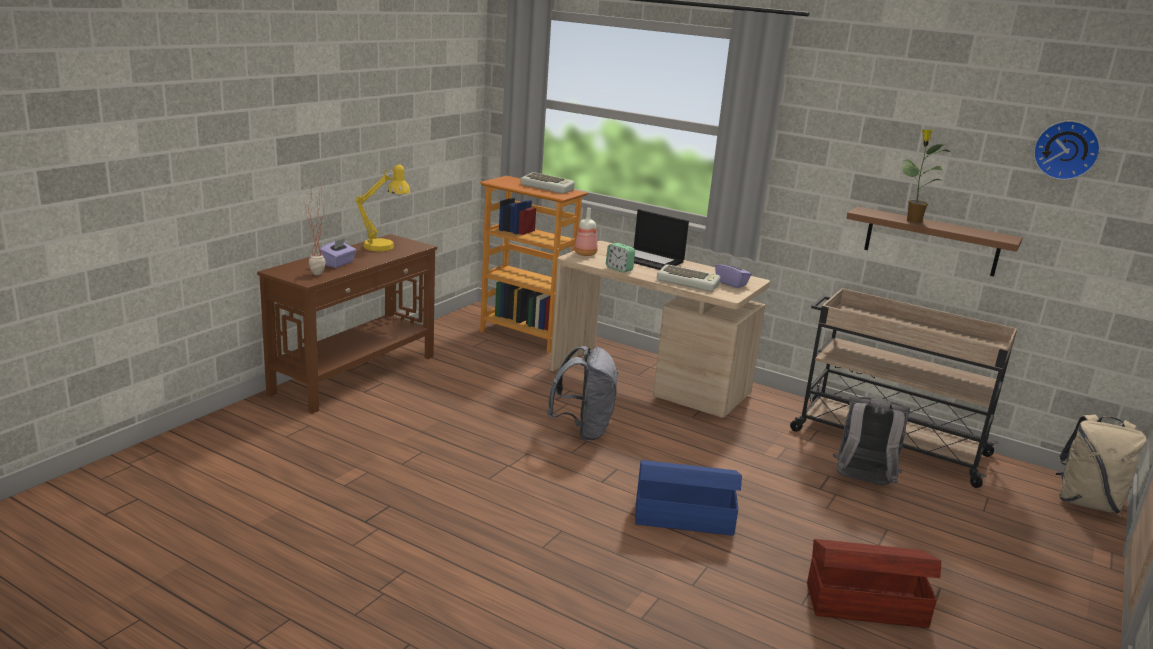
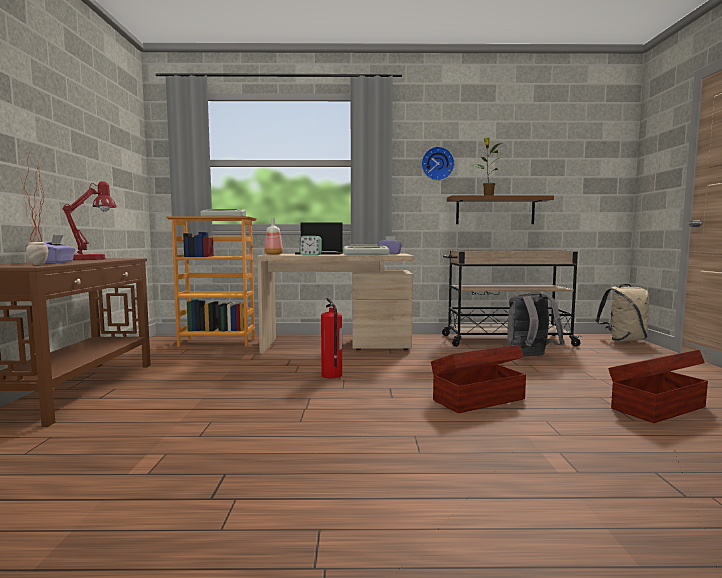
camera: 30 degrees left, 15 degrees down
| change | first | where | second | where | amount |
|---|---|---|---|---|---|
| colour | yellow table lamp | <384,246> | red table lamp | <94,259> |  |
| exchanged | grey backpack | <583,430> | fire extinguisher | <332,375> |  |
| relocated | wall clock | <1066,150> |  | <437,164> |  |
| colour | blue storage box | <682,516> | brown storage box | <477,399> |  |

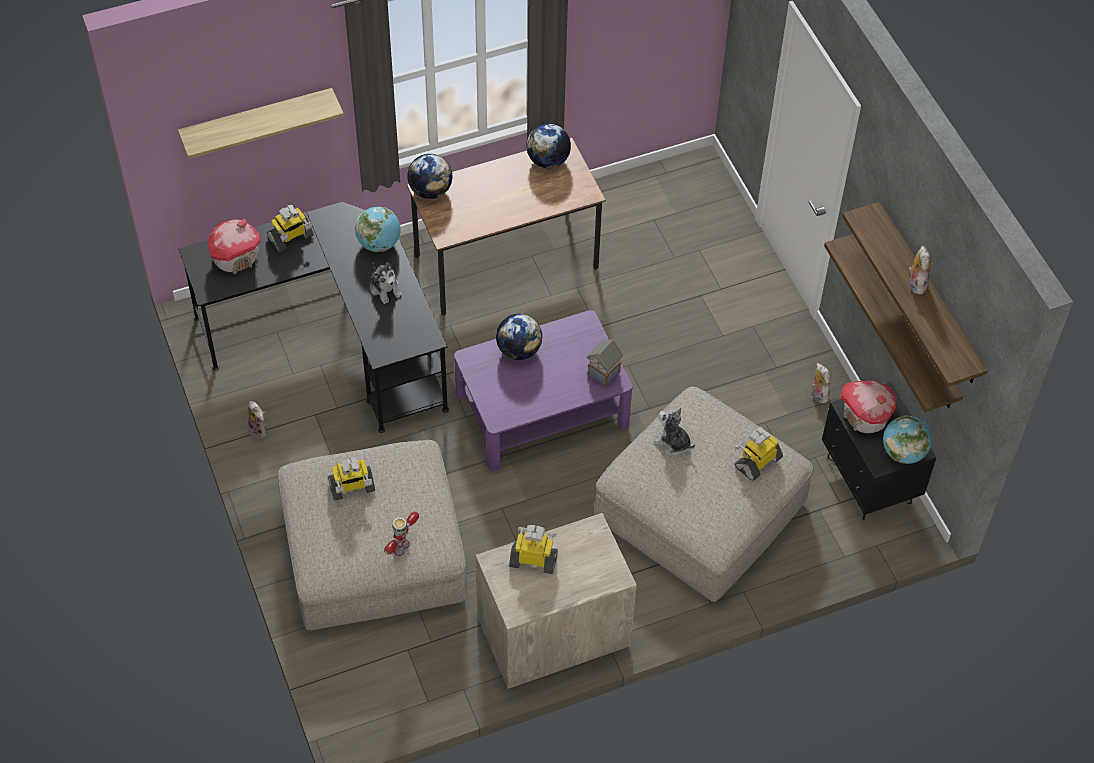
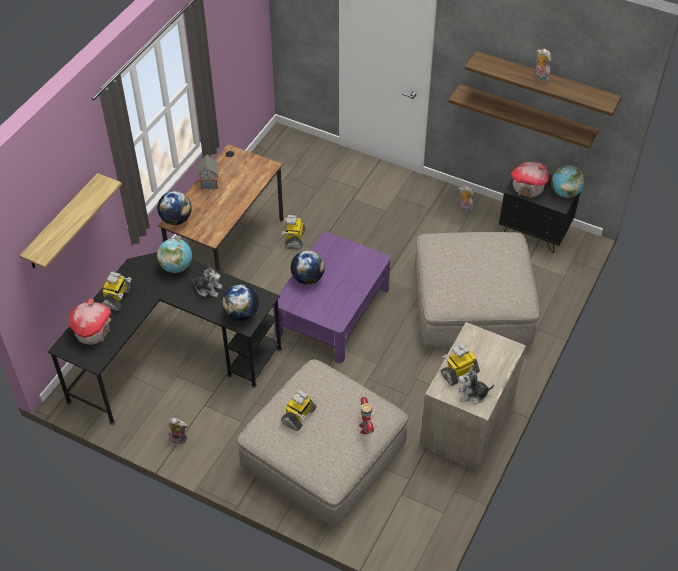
camera: 40 degrees left, 5 degrees down
| change | first | where | second | where | amount |
|---|---|---|---|---|---|
| relocated | toy house | <603,374> |  | <209,184> |  |
| relocated | globe | <548,160> |  | <241,314> |  |
| relocated | toy robot | <757,462> |  | <294,239> |  |
| relocated | plush toy | <673,443> |  | <473,394> |  |

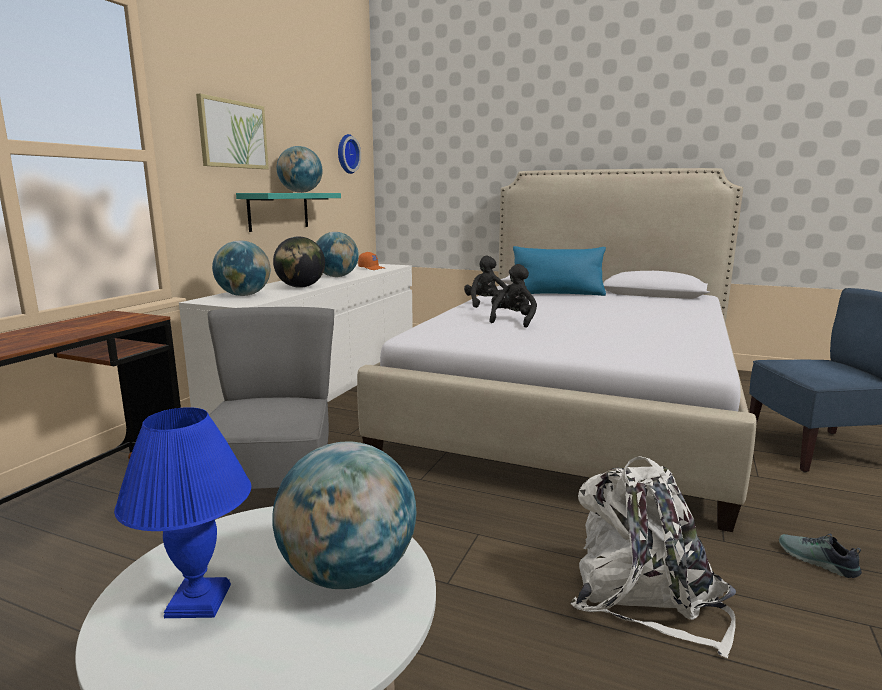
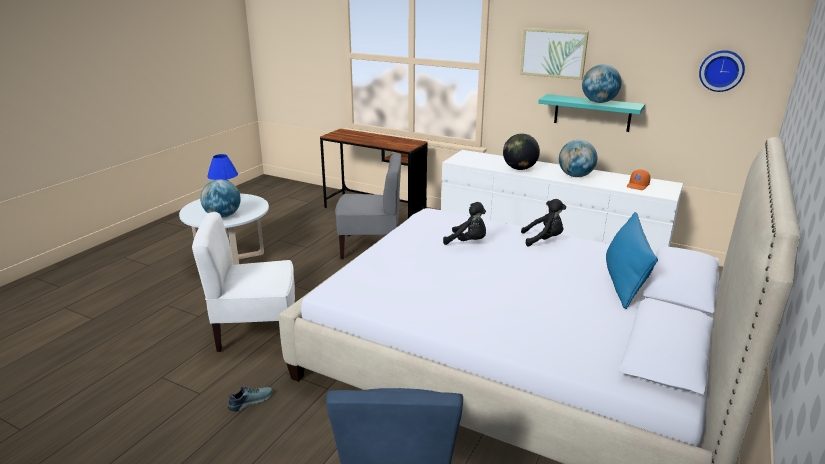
camera: 95 degrees right, 10 degrees up
| change | first | where | second | where | amount |
|---|---|---|---|---|---|
| exchanged | white backpack | <645,598> | white chair | <256,331> |  |
| missing | globe | <244,295> |  |  |  |

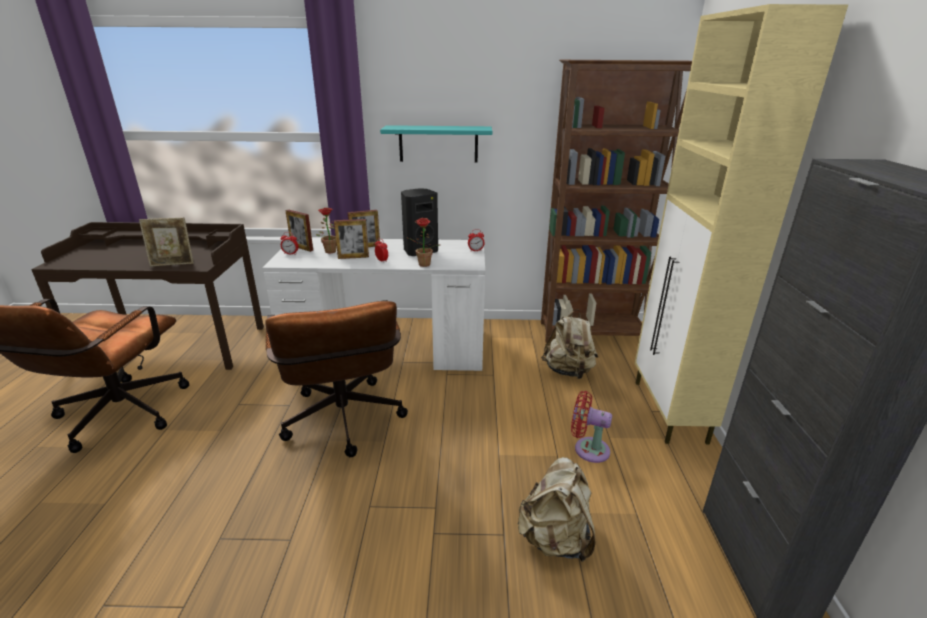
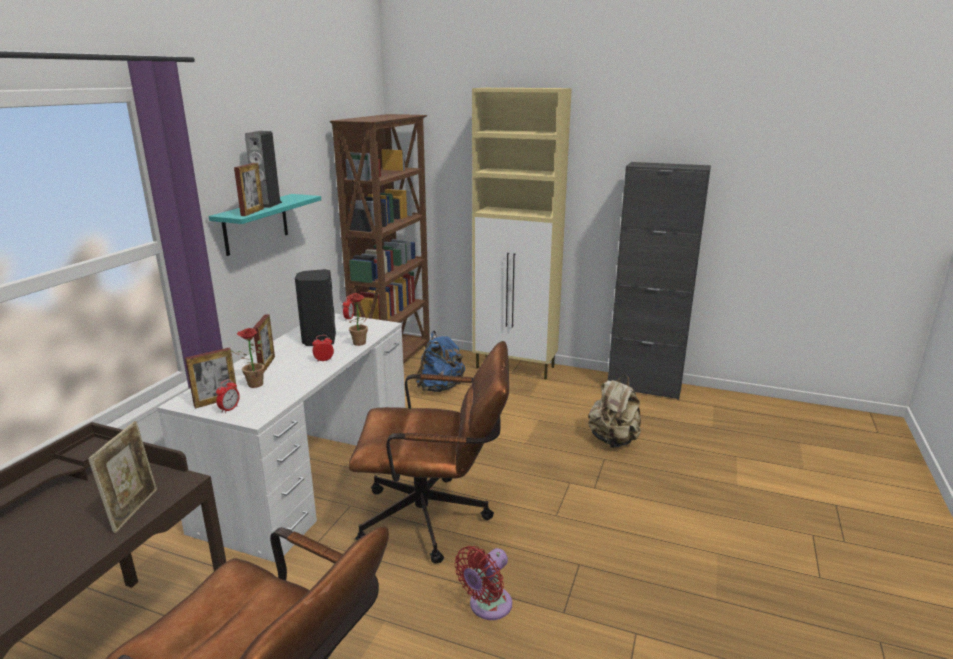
camera: 70 degrees left, 5 degrees down
| change | first | where | second | where | amount |
|---|---|---|---|---|---|
| relocated | picture frame | <353,257> |  | <252,212> |  |
| appeared |  |  | speaker | <267,204> |  |
| colour | beige backpack | <568,371> | blue backpack | <440,388> |  |
| relocated | red fan | <588,449> |  | <487,606> |  |

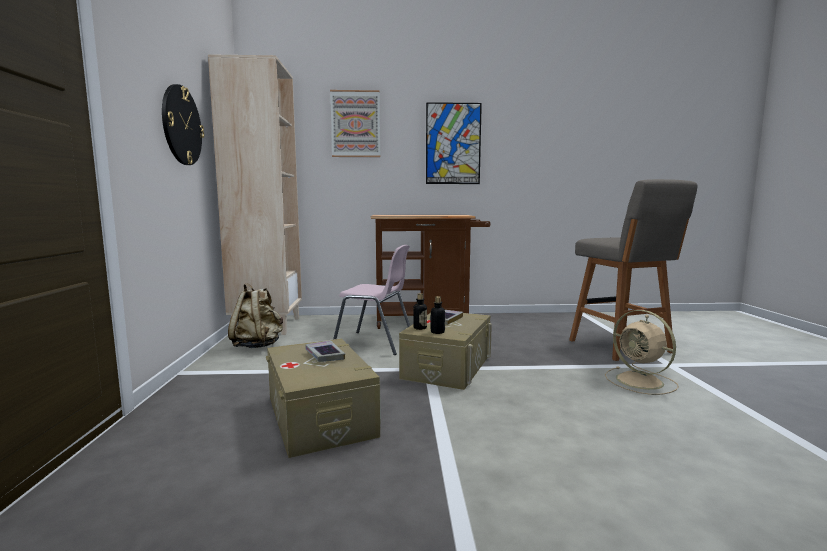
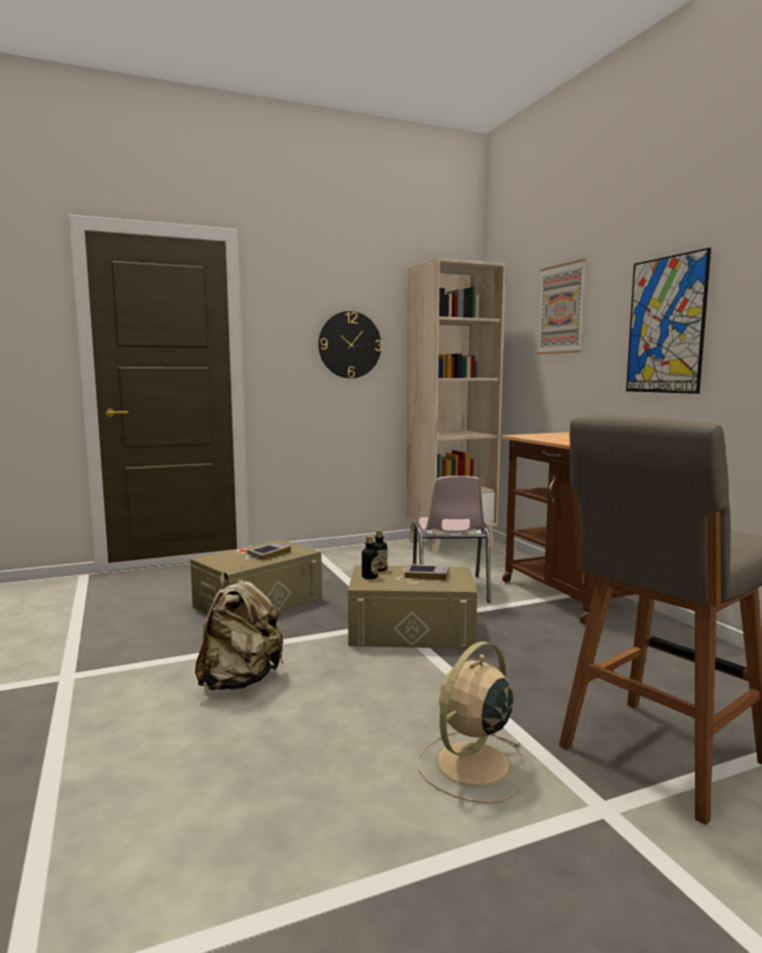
camera: 70 degrees right, 0 degrees up
| change | first | where | second | where | amount |
|---|---|---|---|---|---|
| relocated | beige backpack | <258,345> |  | <240,681> |  |

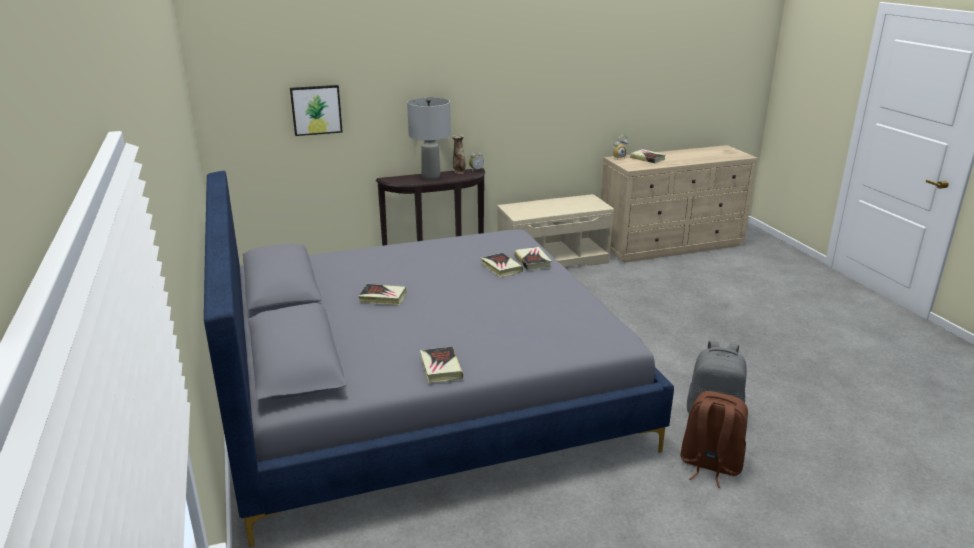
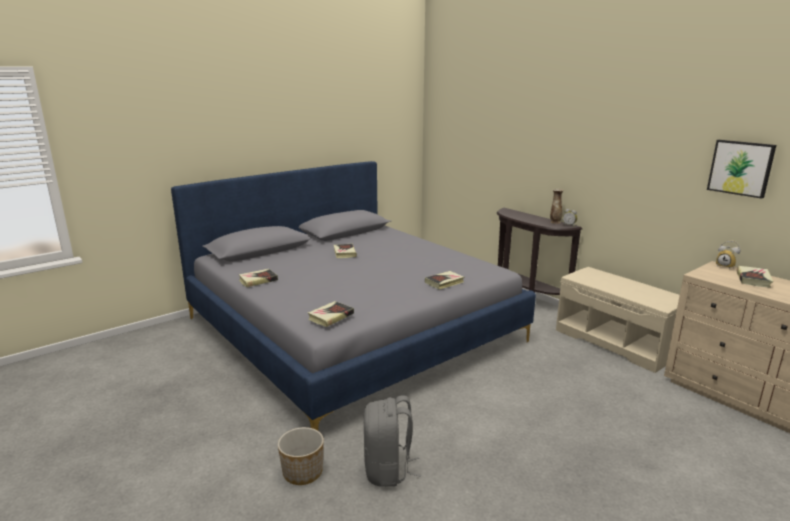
camera: 70 degrees right, 5 degrees down
| change | first | where | second | where | amount |
|---|---|---|---|---|---|
| exchanged | brown backpack | <709,465> | planter | <302,472> |  |
| relocated | book | <501,268> |  | <331,317> |  |
| relocated | picture | <316,110> |  | <741,168> |  |
| missing | grey table lamp | <431,177> |  |  |  |

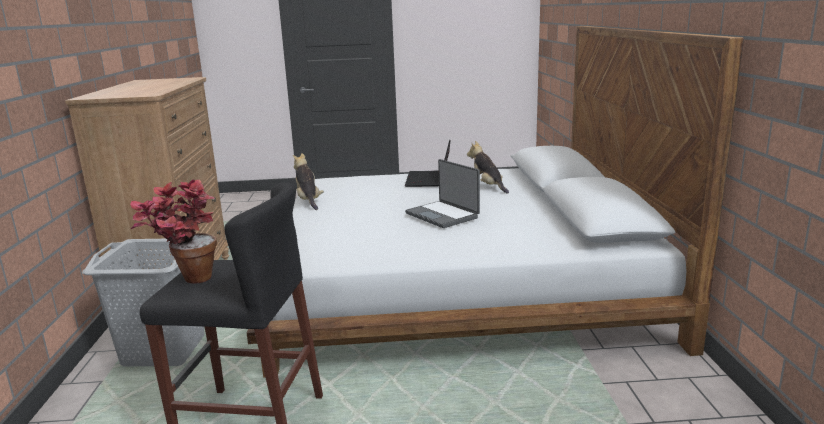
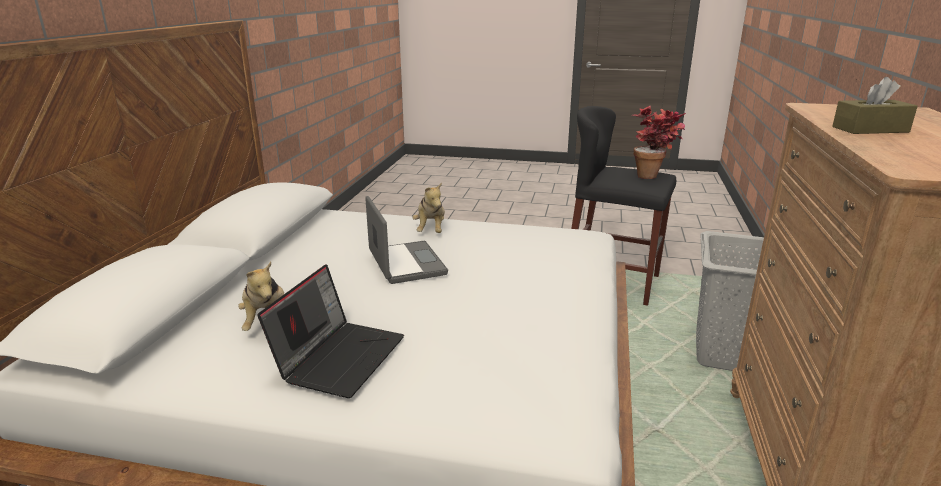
camera: 165 degrees left, 5 degrees up
| change | first | where | second | where | amount |
|---|---|---|---|---|---|
| relocated | plush toy | <308,201> |  | <431,230> |  |
| appeared |  |  | brown tissue box | <870,129> |  |

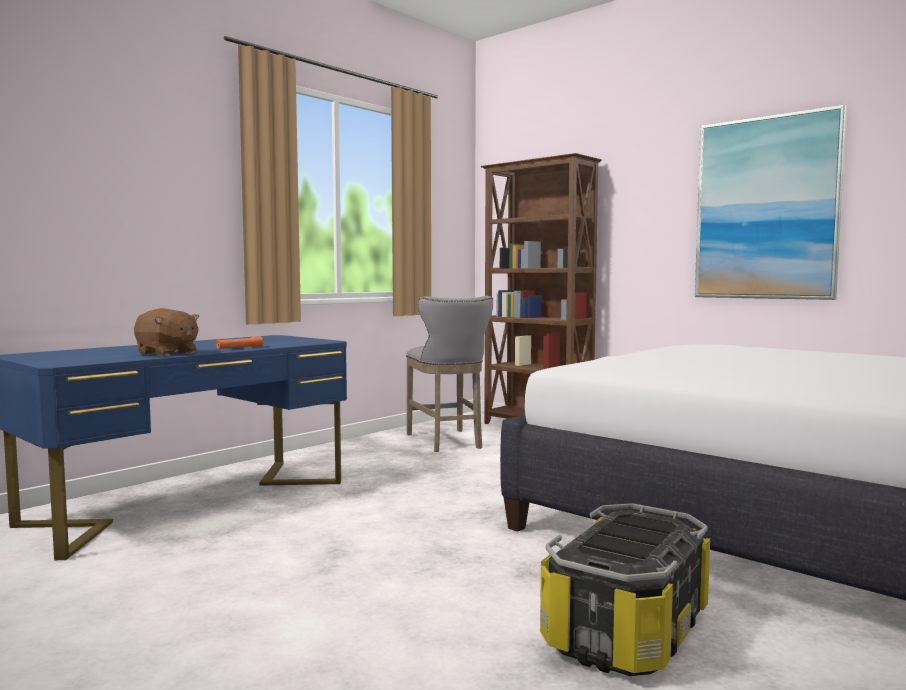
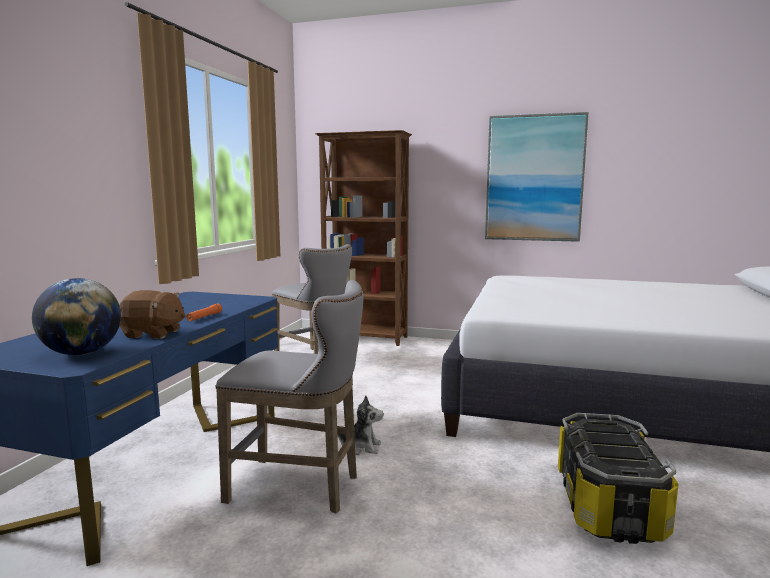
camera: 25 degrees left, 5 degrees up
| change | first | where | second | where | amount |
|---|---|---|---|---|---|
| appeared |  |  | globe | <82,353> |  |
| appeared |  |  | grey stool | <301,488> |  |
| appeared |  |  | plush toy | <360,447> |  |

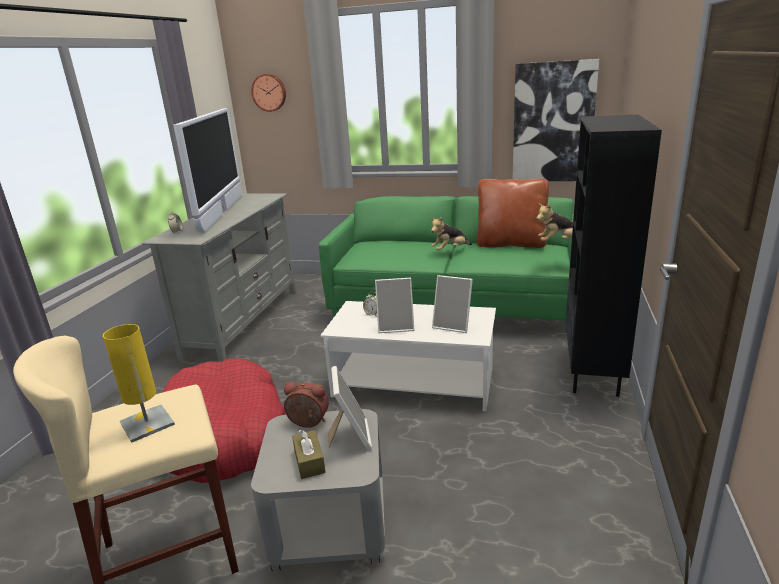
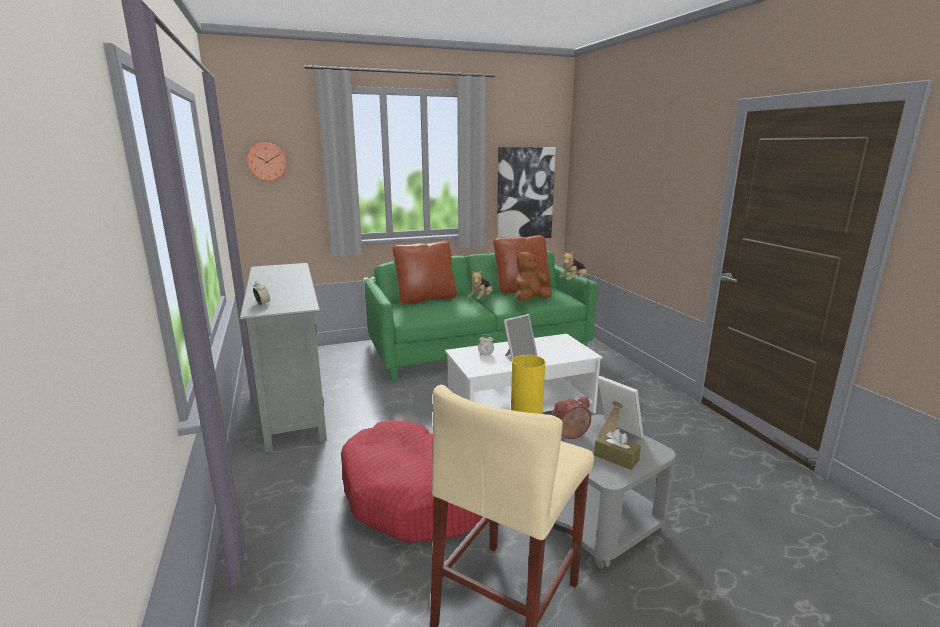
camera: 35 degrees left, 5 degrees down
| change | first | where | second | where | amount |
|---|---|---|---|---|---|
| appeared |  |  | brown pillow | <426,299> |  |
| appeared |  |  | brown plush toy | <530,300> |  |
| missing | television | <222,212> |  |  |  |
| missing | picture frame | <453,325> |  |  |  |
| missing | black bookcase | <593,371> |  |  |  |

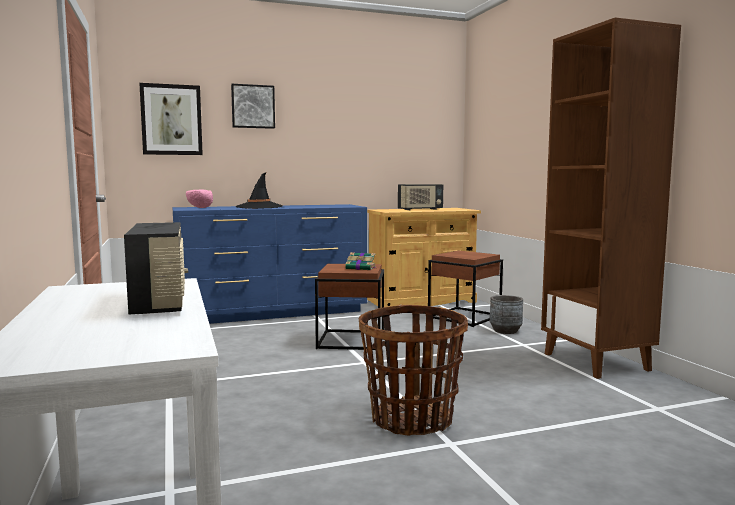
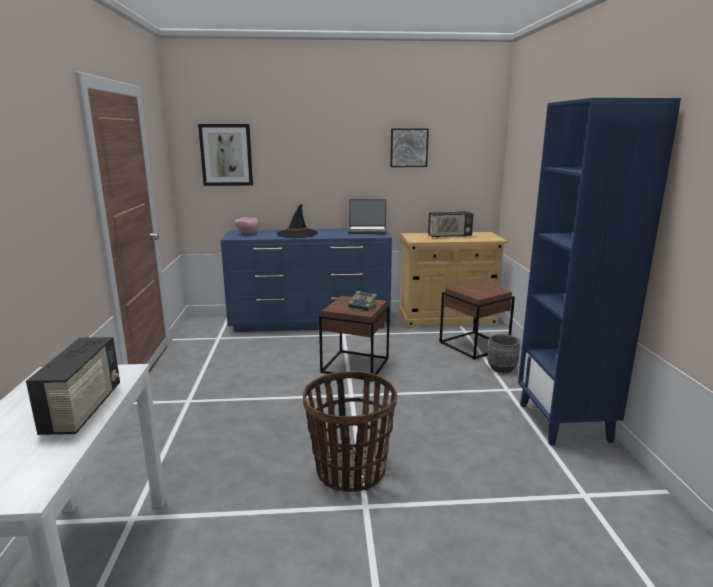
camera: 15 degrees right, 10 degrees up
| change | first | where | second | where | amount |
|---|---|---|---|---|---|
| appeared |  |  | laptop | <367,231> |  |
| relocated | picture | <253,106> |  | <408,147> |  |
| colour | brown bookcase | <597,362> | blue bookcase | <565,422> |  |

